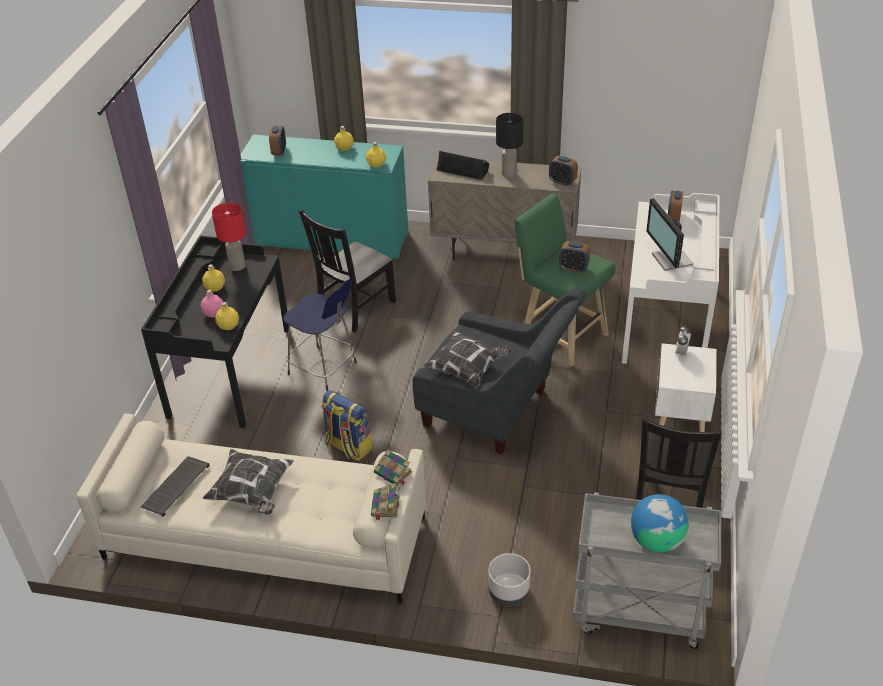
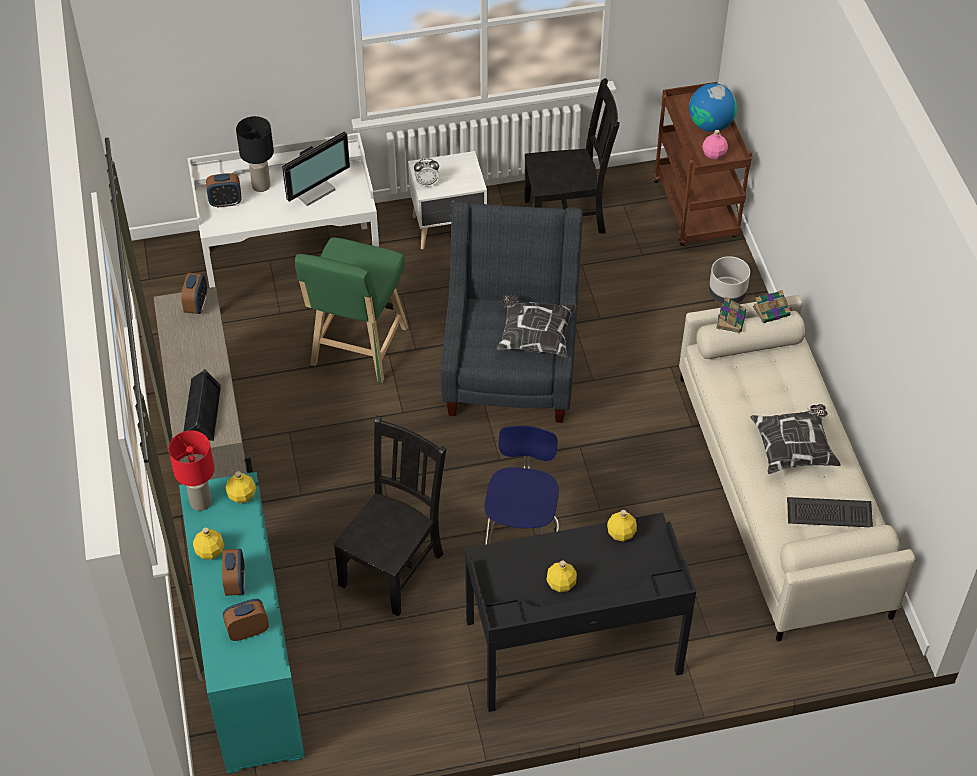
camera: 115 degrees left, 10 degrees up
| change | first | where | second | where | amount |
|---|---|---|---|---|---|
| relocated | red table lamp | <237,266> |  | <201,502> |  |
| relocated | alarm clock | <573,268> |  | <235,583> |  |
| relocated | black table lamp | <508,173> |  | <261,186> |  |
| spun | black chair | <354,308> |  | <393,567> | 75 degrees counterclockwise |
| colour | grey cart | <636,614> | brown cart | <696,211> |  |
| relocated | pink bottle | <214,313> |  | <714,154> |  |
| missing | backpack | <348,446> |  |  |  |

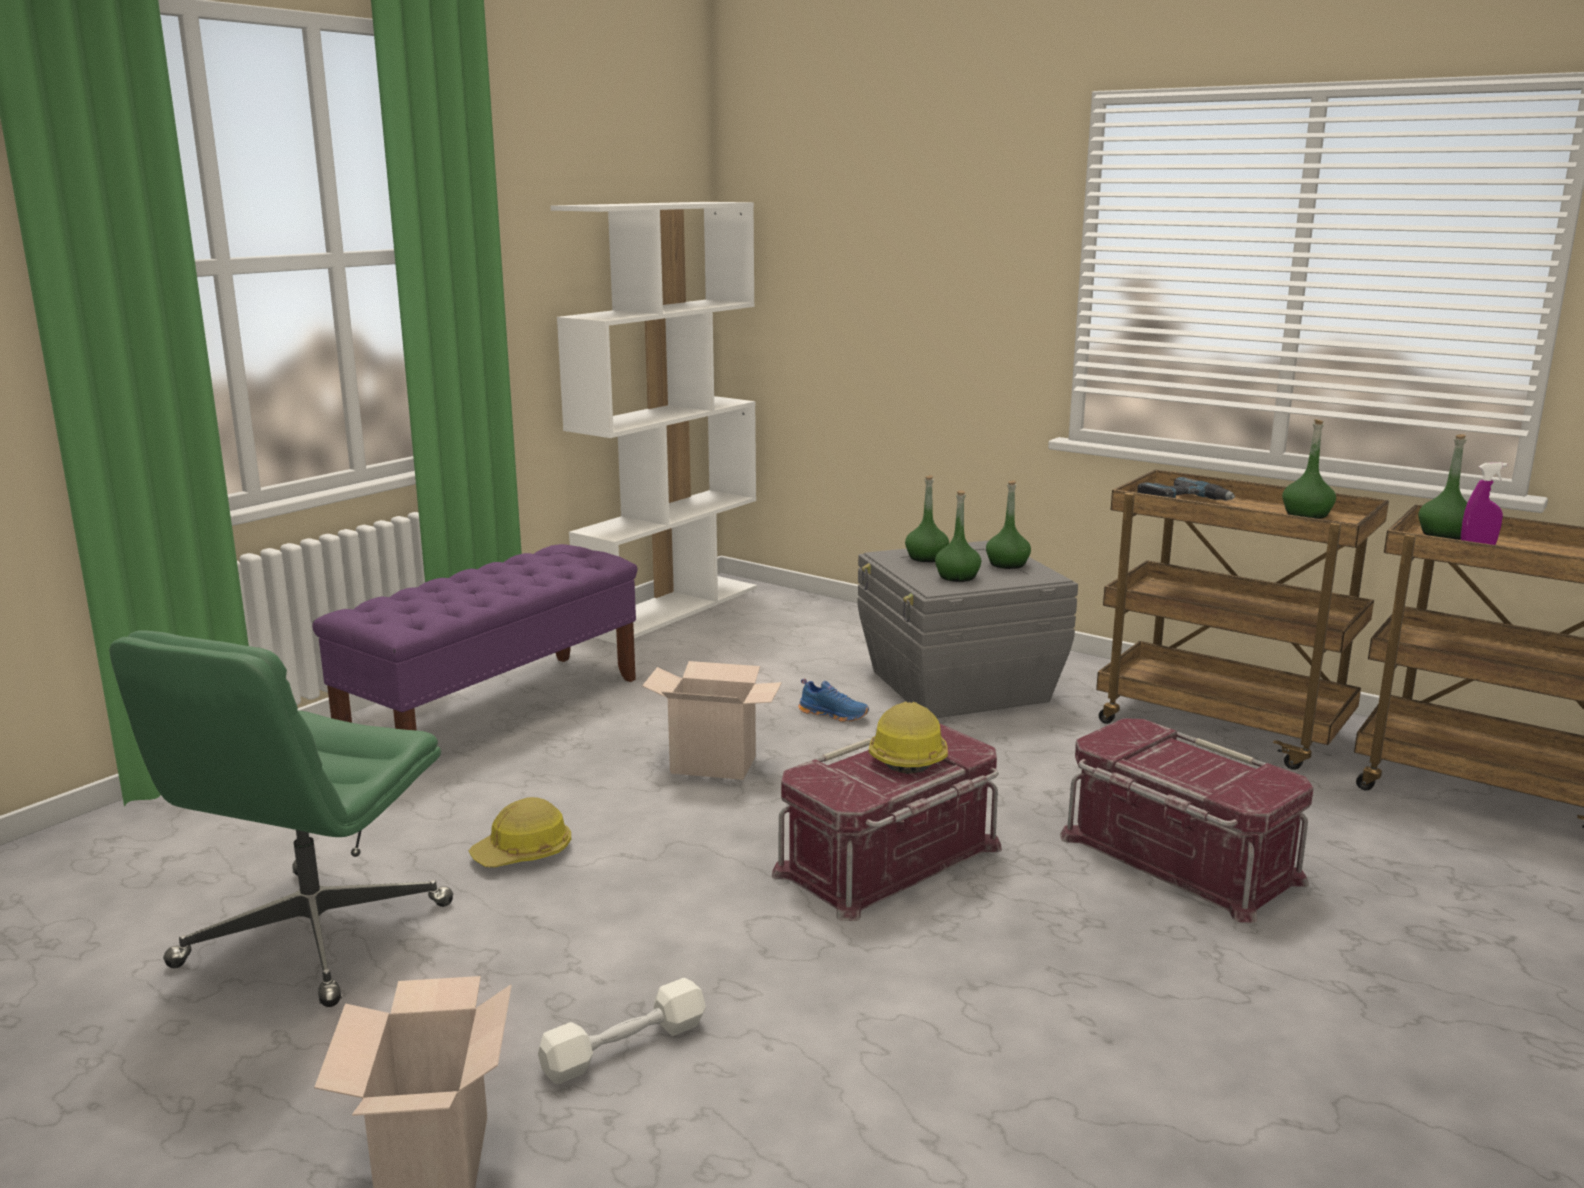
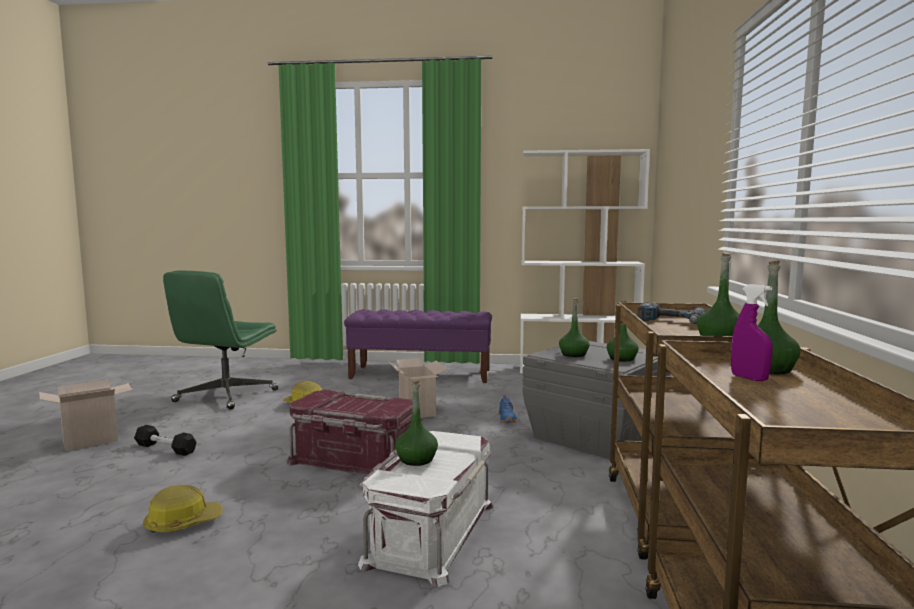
camera: 60 degrees right, 10 degrees down
| change | first | where | second | where | amount |
|---|---|---|---|---|---|
| colour | white dumbbell | <624,1047> | black dumbbell | <165,448> |  |
| relocated | hard hat | <907,755> |  | <183,523> |  |
| spun | green office chair | <313,937> |  | <226,396> | 60 degrees counterclockwise |
| colour | red storage box | <1177,859> | white storage box | <429,532> |  |
| relocated | green bottle | <926,558> |  | <416,459> |  |

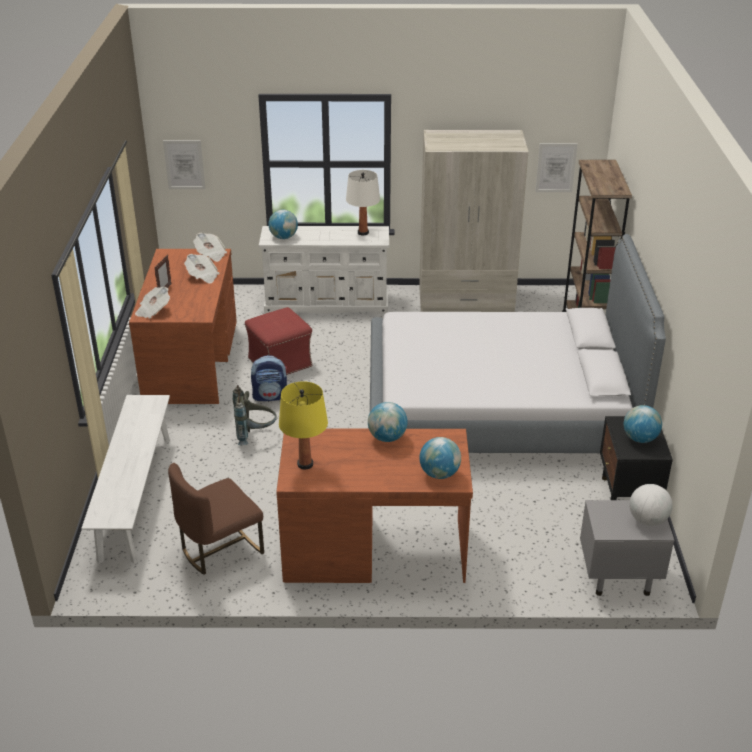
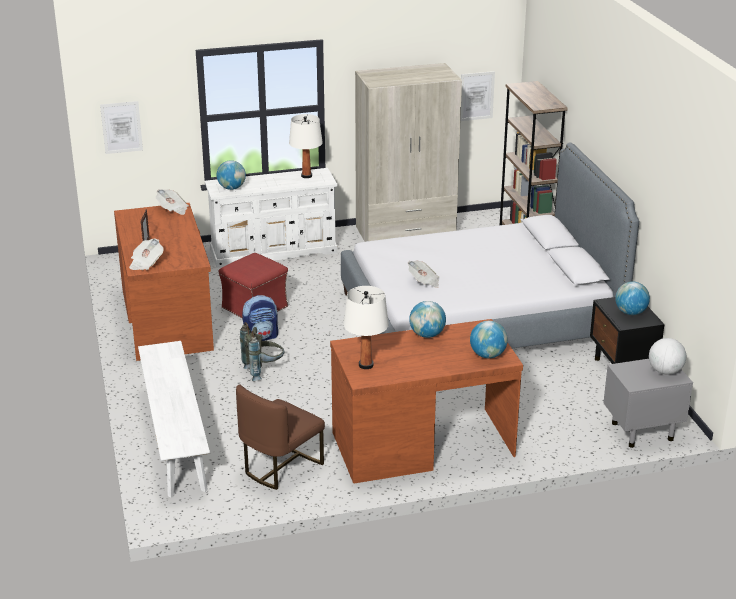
camera: 15 degrees left, 5 degrees down
| change | first | where | second | where | amount |
|---|---|---|---|---|---|
| colour | yellow table lamp | <305,464> | white table lamp | <366,365> |  |
| relocated | newspaper | <202,276> |  | <424,282> |  |

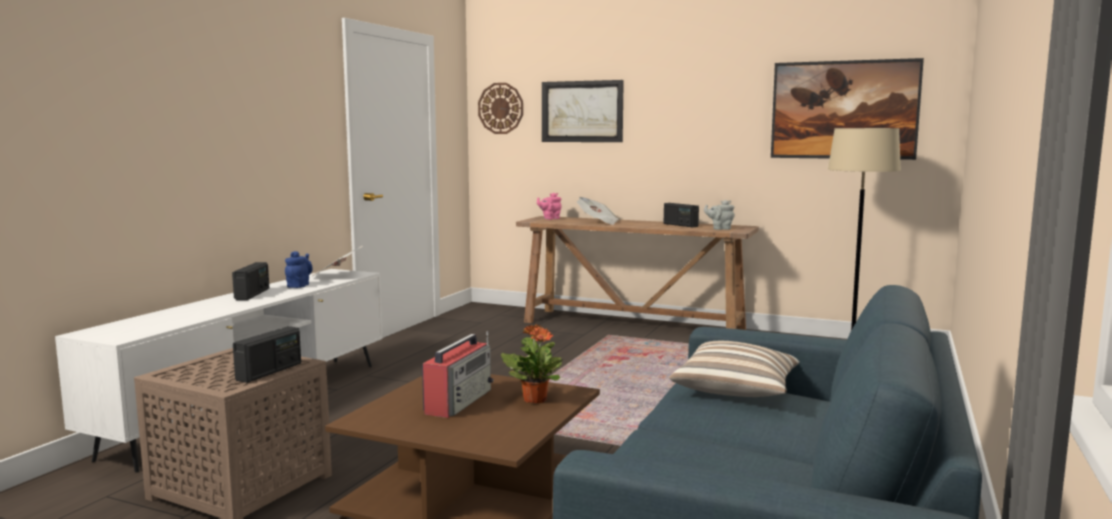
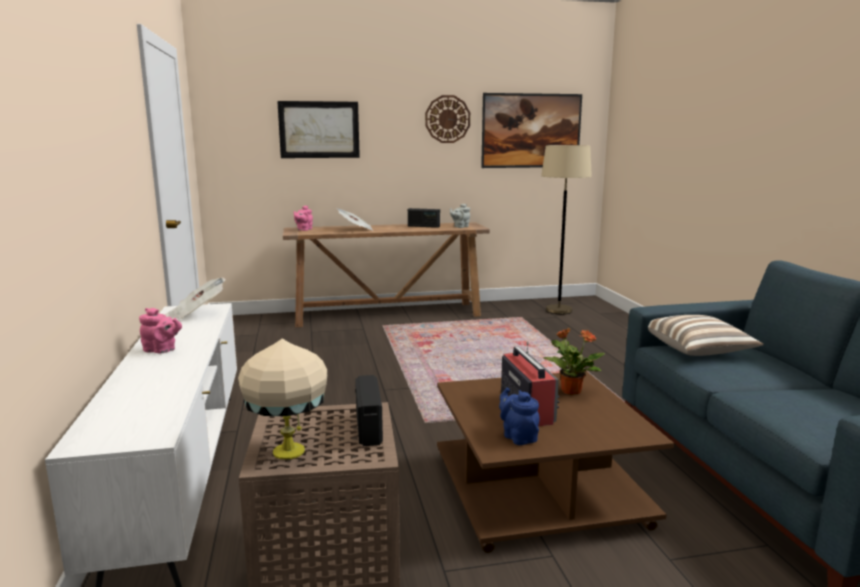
camera: 35 degrees left, 5 degrees up
| change | first | where | second | where | amount |
|---|---|---|---|---|---|
| exchanged | radio | <252,294> | pink teapot | <161,350> |  |
| appeared |  |  | beige table lamp | <288,452> |  |
| relocated | wall clock | <500,108> |  | <447,119> |  |
| relocated | blue teapot | <299,285> |  | <518,436> |  |

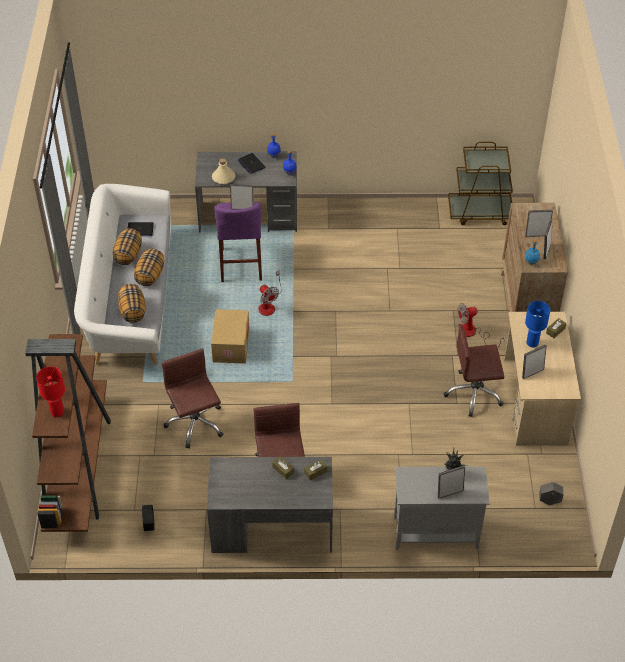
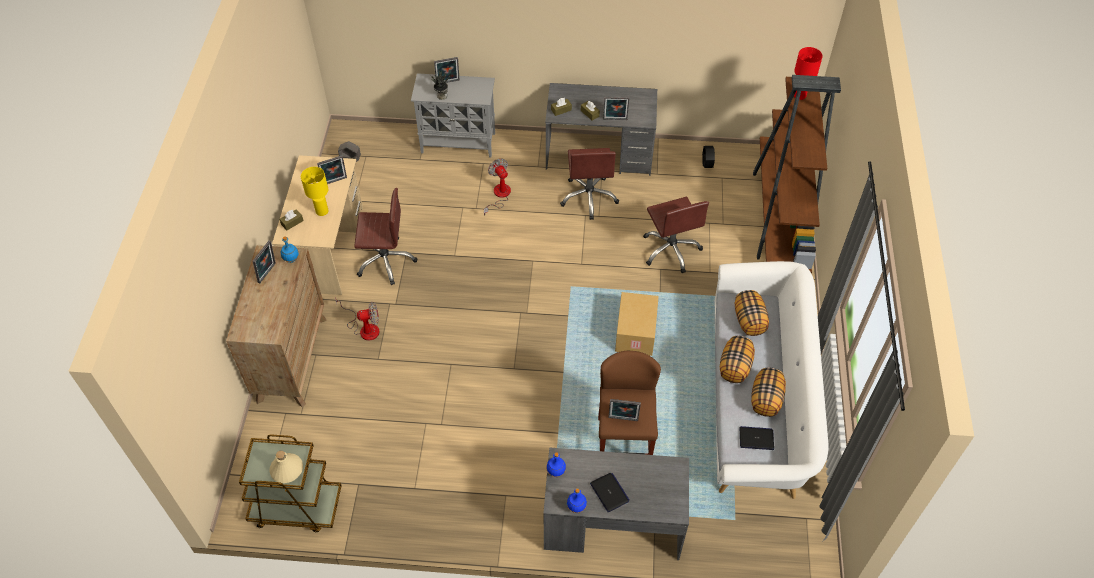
camera: 175 degrees left, 5 degrees up
| change | first | where | second | where | amount |
|---|---|---|---|---|---|
| relocated | beige bottle | <223,178> |  | <287,469> |  |
| colour | blue table lamp | <532,342> | yellow table lamp | <322,211> |  |
| relocated | fan | <269,305> |  | <499,195> |  |
| colour | purple stool | <241,264> | brown stool | <623,444> |  |
| relocated | picture frame | <536,234> |  | <615,120> |  |

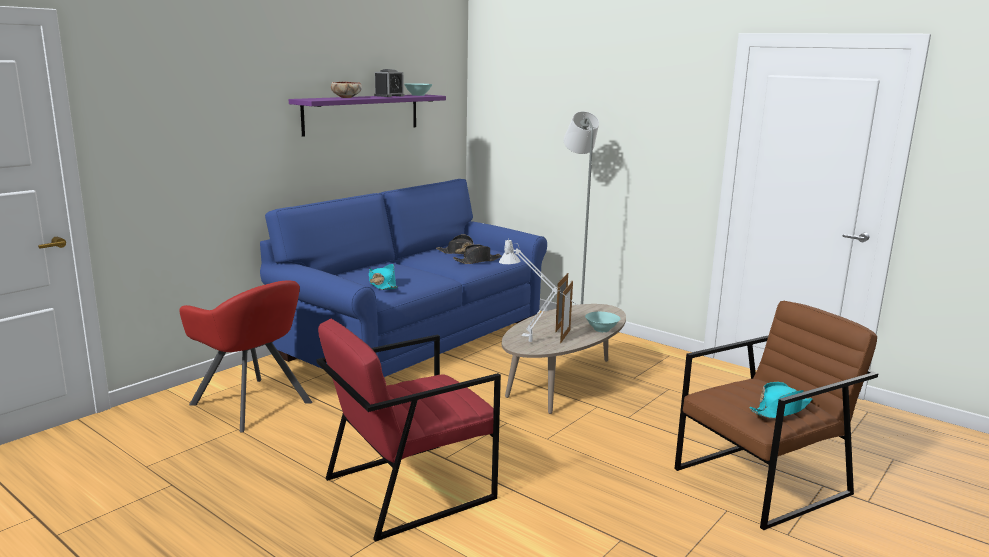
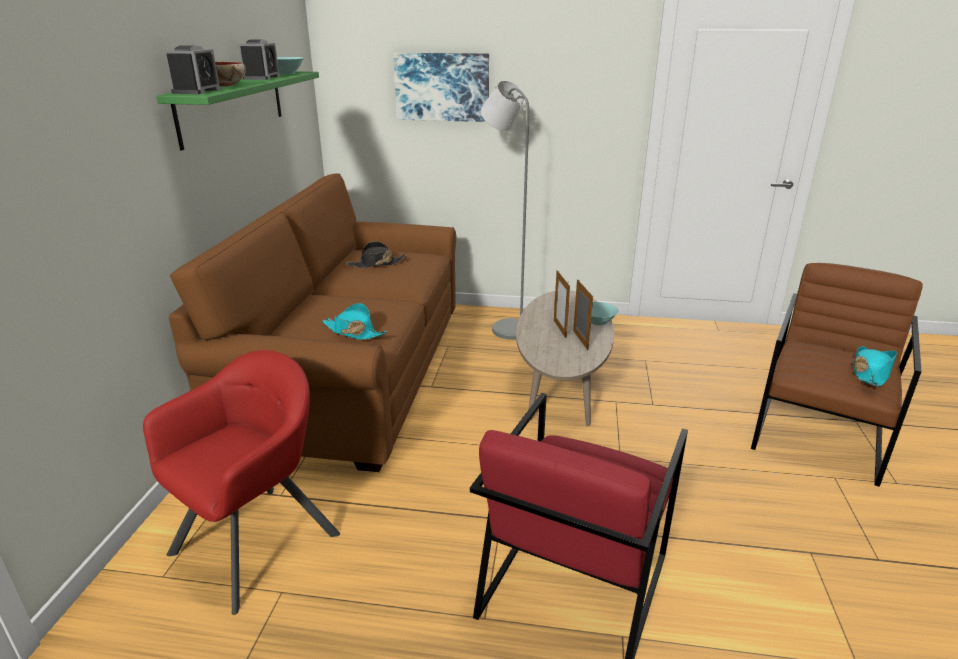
camera: 30 degrees left, 10 degrees up
| change | first | where | second | where | amount |
|---|---|---|---|---|---|
| spun | red armchair | <251,404> |  | <257,543> | 60 degrees counterclockwise |
| colour | purple shelf | <362,114> | green shelf | <233,106> |  |
| appeared |  |  | alarm clock | <197,91> |  |
| colour | blue sofa | <415,338> | brown sofa | <354,374> |  |
| appeared |  |  | picture | <442,87> |  |
| missing | black hat | <477,261> |  |  |  |
| missing | grey table lamp | <535,343> |  |  |  |

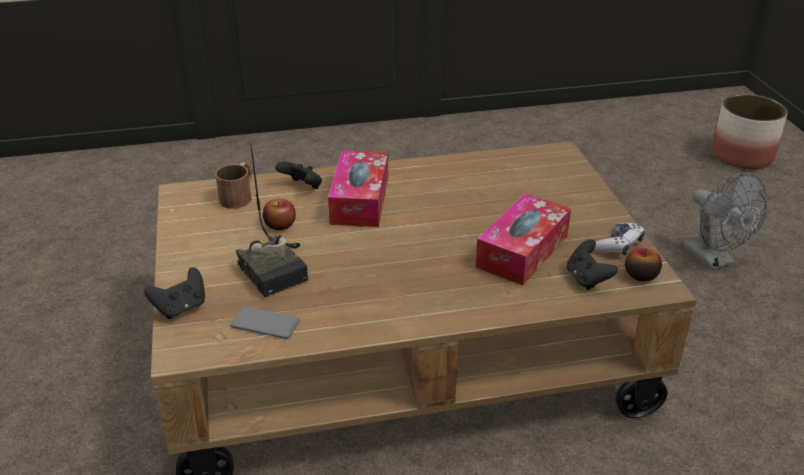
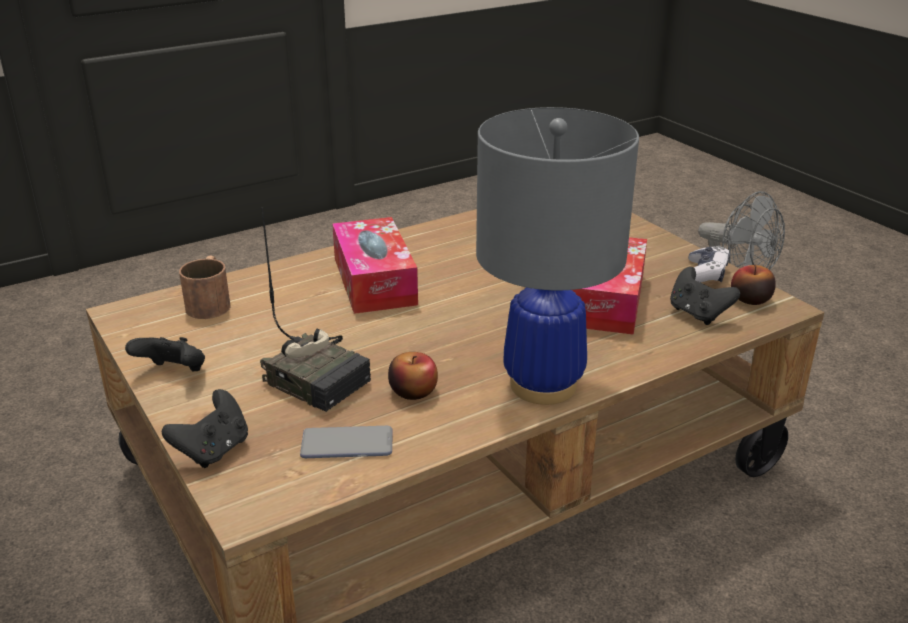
camera: 20 degrees left, 5 degrees down
| change | first | where | second | where | amount |
|---|---|---|---|---|---|
| relocated | black game controller | <302,187> |  | <173,373> |  |
| relocated | apple | <280,225> |  | <413,391> |  |
| appeared |  |  | grey table lamp | <543,385> |  |
| missing | planter | <742,155> |  |  |  |

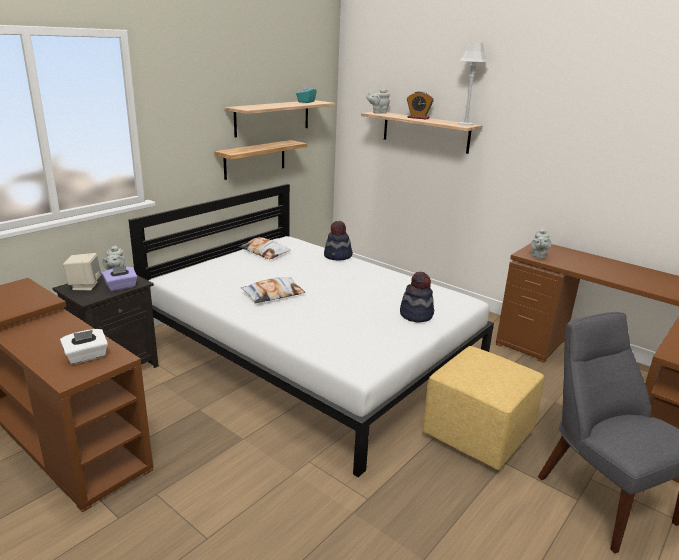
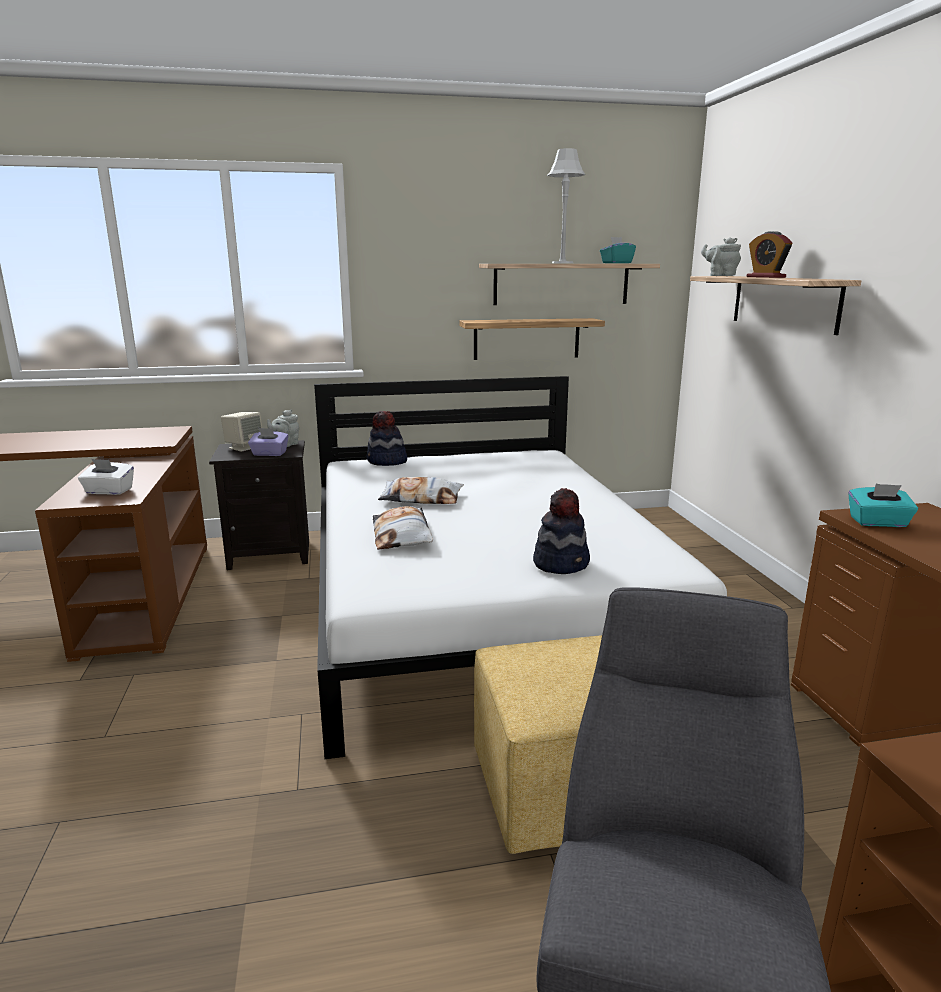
camera: 40 degrees right, 5 degrees down
| change | first | where | second | where | amount |
|---|---|---|---|---|---|
| relocated | hat | <338,256> |  | <386,462> |  |
| relocated | pillow | <265,252> |  | <402,535> |  |
| relocated | grey table lamp | <465,124> |  | <562,263> |  |
| exchanged | grey teapot | <538,256> | turquoise tissue box | <878,522> |  |

